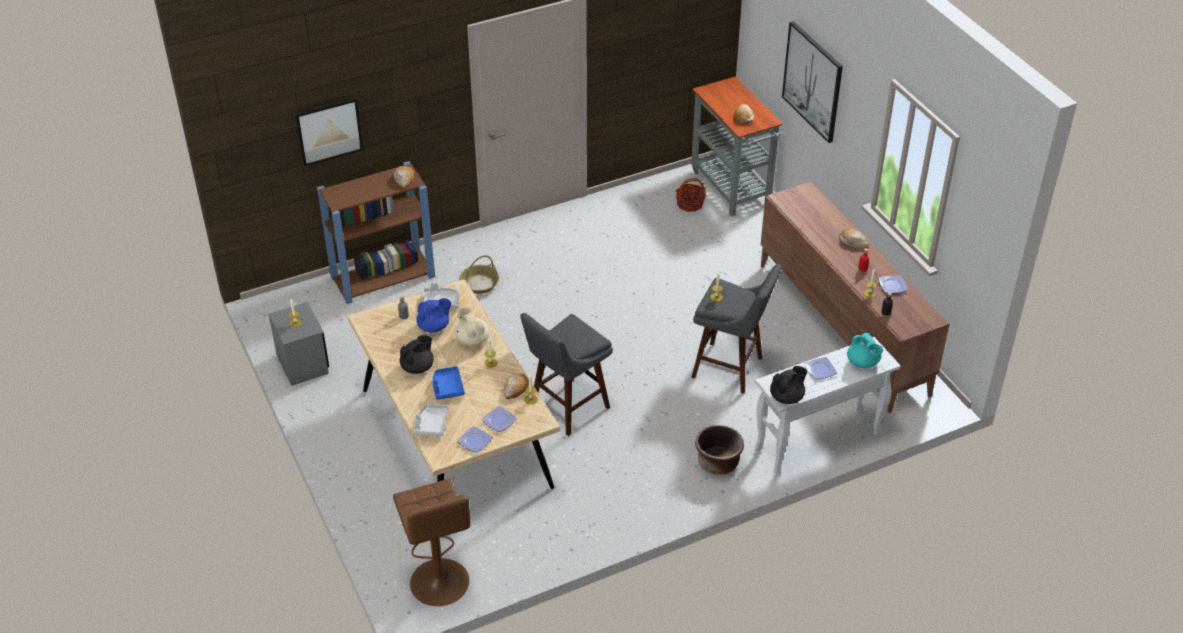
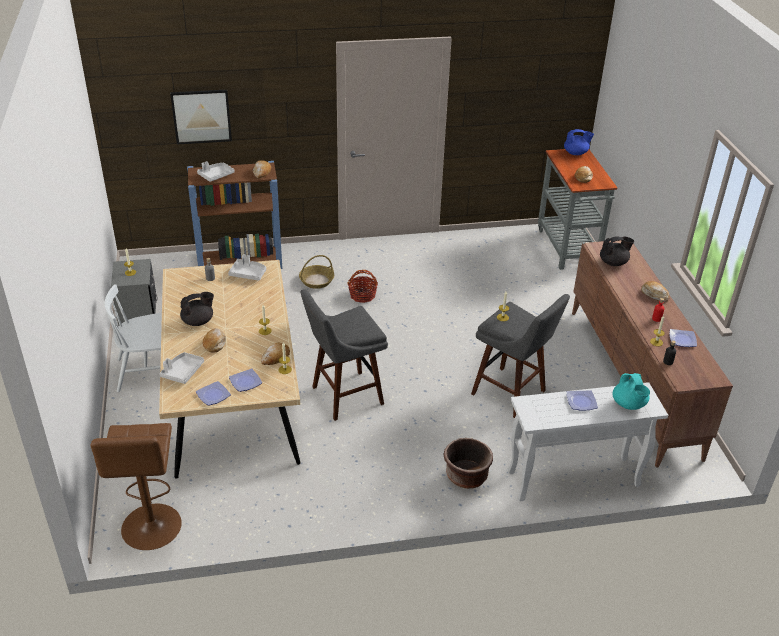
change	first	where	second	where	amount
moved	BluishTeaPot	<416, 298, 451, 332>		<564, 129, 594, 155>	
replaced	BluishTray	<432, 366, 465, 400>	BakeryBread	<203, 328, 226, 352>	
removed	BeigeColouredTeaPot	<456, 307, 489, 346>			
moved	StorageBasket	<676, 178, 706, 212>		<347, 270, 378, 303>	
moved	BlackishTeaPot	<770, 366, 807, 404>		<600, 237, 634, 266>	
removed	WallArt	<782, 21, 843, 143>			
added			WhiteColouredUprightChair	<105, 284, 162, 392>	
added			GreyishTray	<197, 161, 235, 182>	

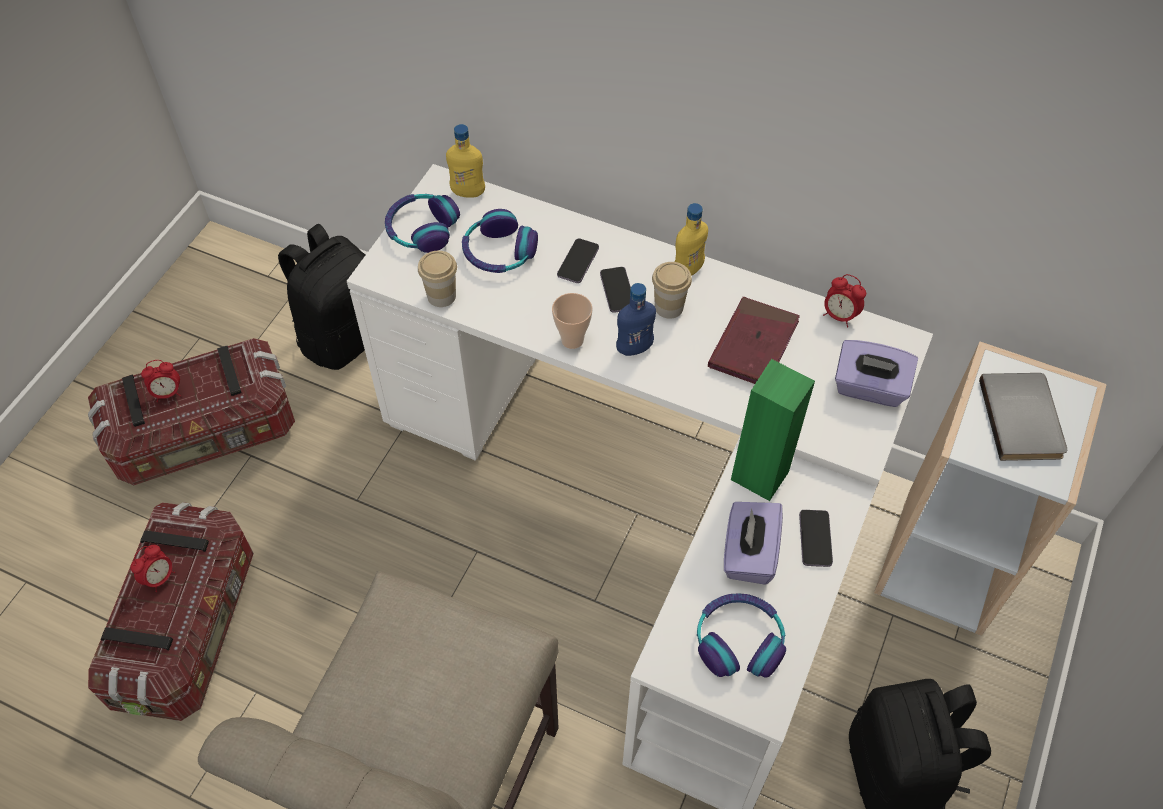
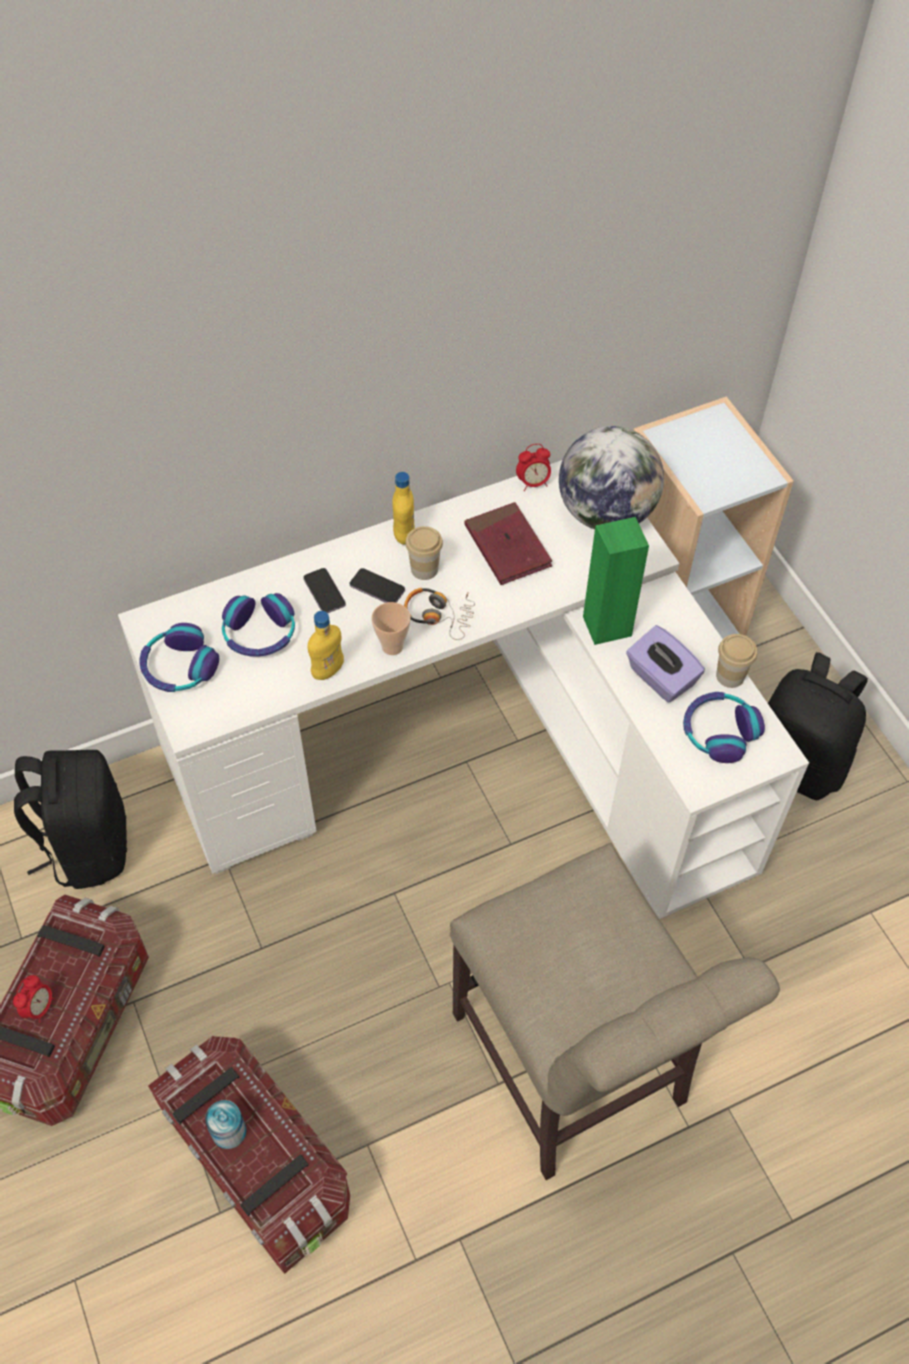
change	first	where	second	where	amount
replaced	AlarmClock	<130, 545, 175, 592>	MetalCan	<205, 1100, 246, 1149>	
moved	DrinkingCup	<418, 251, 457, 307>		<716, 634, 757, 688>	
moved	YellowColouredBeverageBottle	<446, 124, 485, 198>		<308, 611, 344, 680>	
replaced	BluishBeverageBottle	<616, 283, 656, 356>	Headphones	<404, 588, 475, 640>	
removed	Telephone	<799, 510, 833, 567>			
replaced	PurplishTissueHolder	<835, 340, 918, 407>	WorldGlobe	<559, 426, 664, 529>	
removed	GreyishVolume	<979, 373, 1067, 461>			

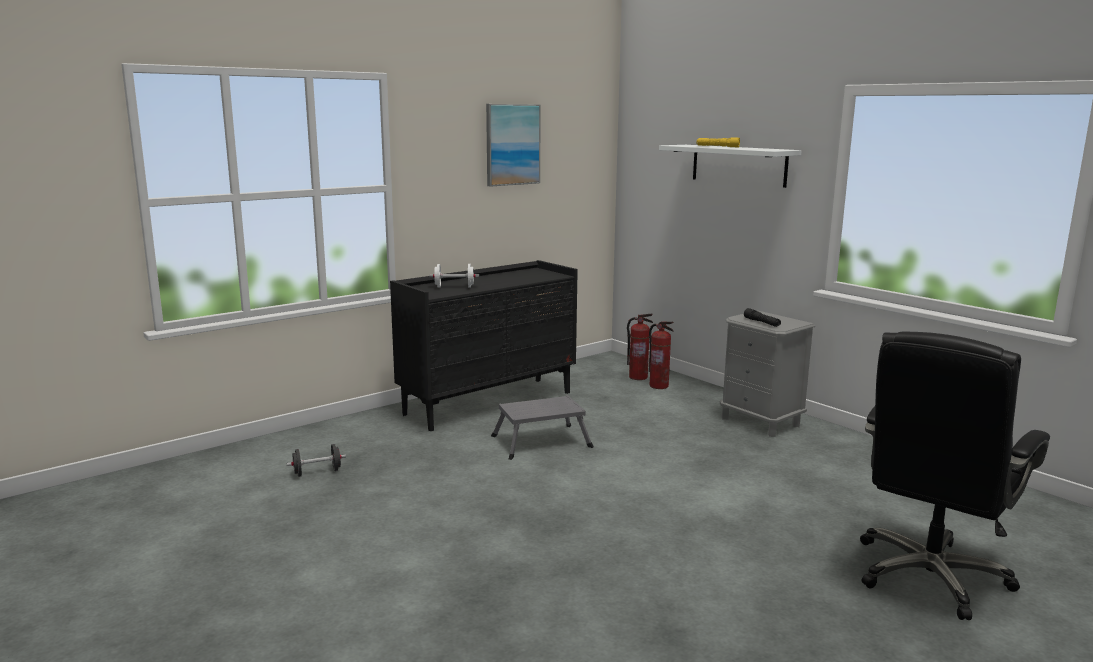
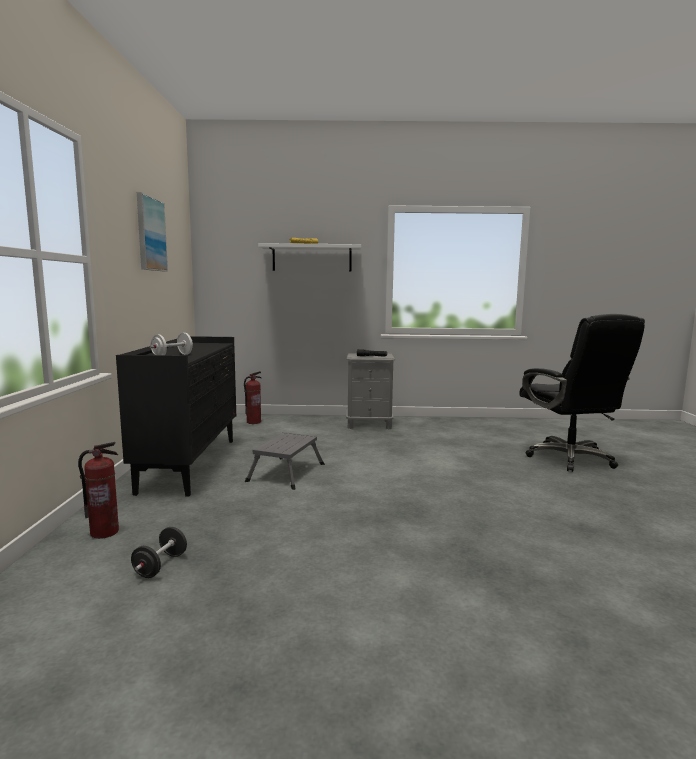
change	first	where	second	where	amount
moved	FireFightingCylinder	<649, 322, 674, 389>		<78, 442, 119, 539>	

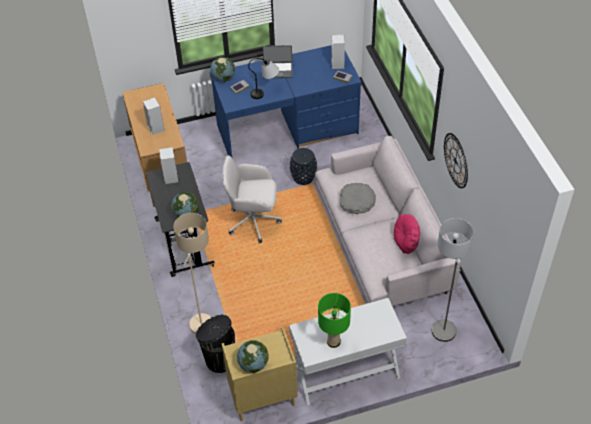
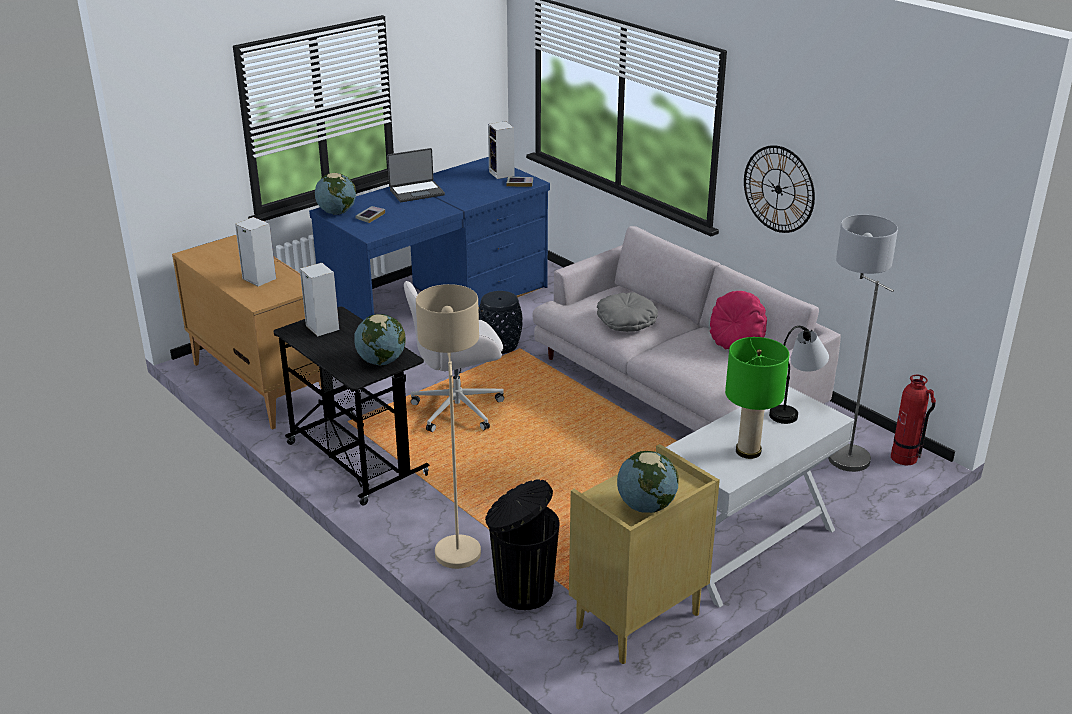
change	first	where	second	where	amount
moved	TabletopLamp	<248, 58, 279, 99>		<769, 326, 829, 424>	
added			FireFightingCylinder	<891, 375, 936, 465>	

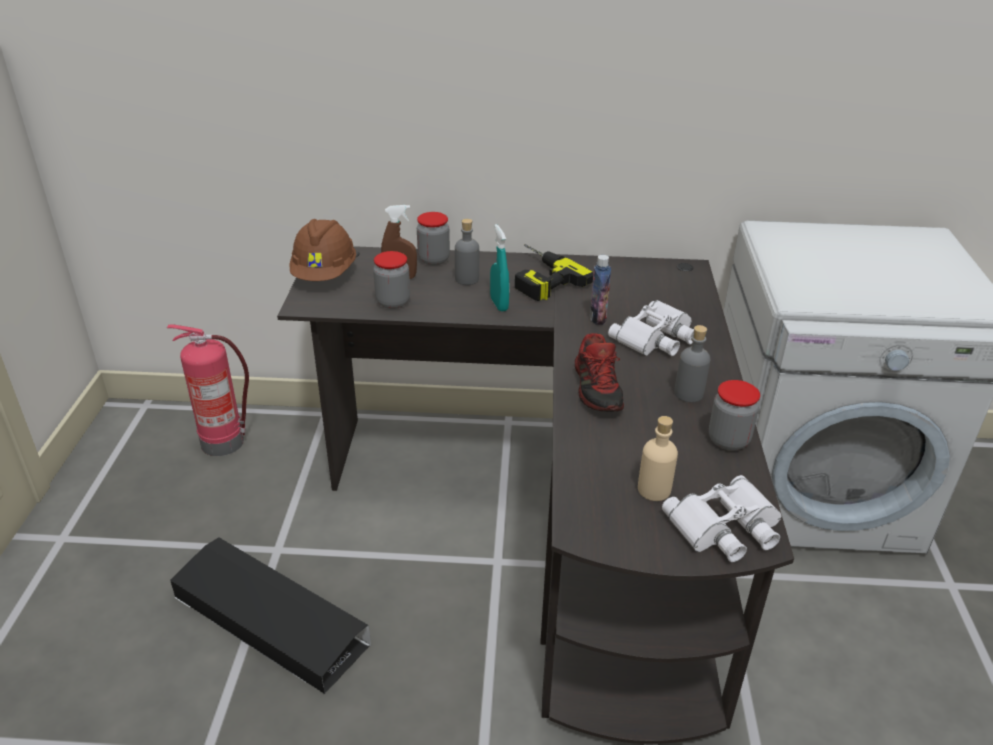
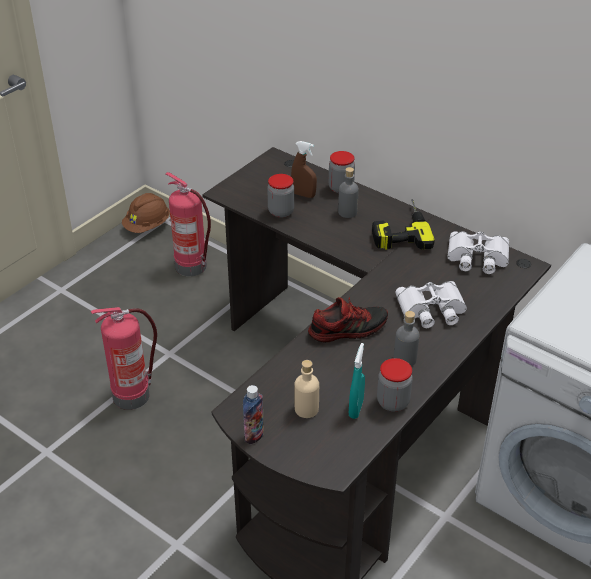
change	first	where	second	where	amount
replaced	BlackishStorageContainer	<170, 537, 371, 694>	FireFightingCylinder	<91, 307, 157, 410>	
moved	BrownWorkHelmet	<289, 219, 356, 281>		<122, 193, 170, 233>	
moved	TurquoiseSprayer	<490, 224, 509, 312>		<349, 343, 365, 419>	
turned	ItemOfFootwear	<575, 333, 624, 412>		<308, 297, 388, 343>	135 degrees counterclockwise
moved	BeverageBottle	<590, 255, 611, 325>		<243, 385, 264, 444>	
moved	WhiteColouredPairOfBinoculars	<662, 475, 781, 562>		<447, 231, 509, 274>	

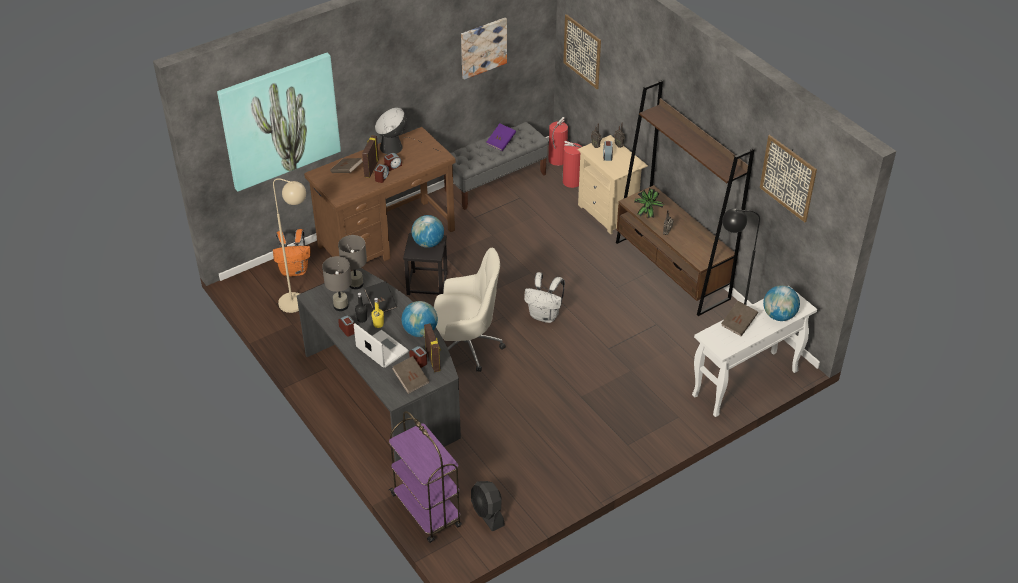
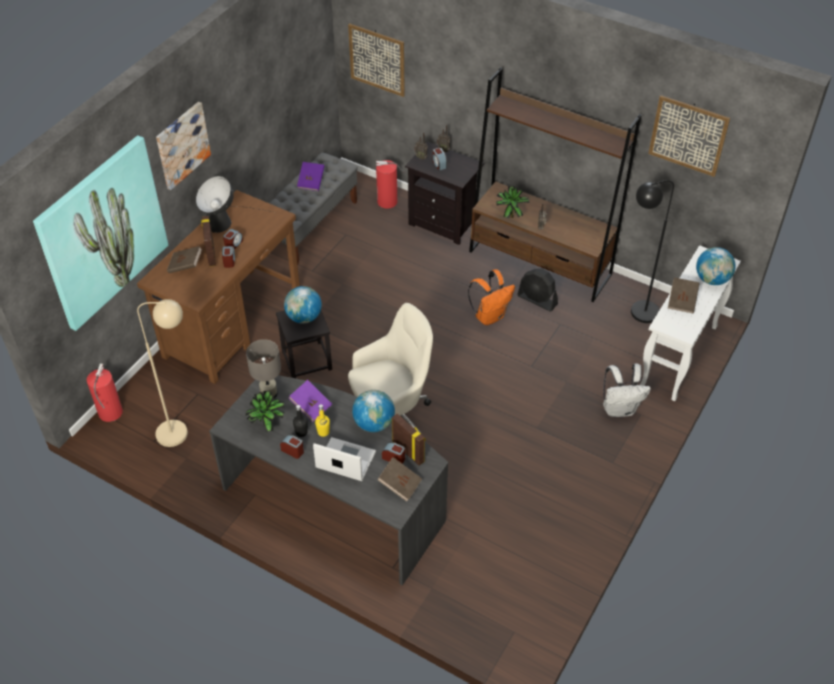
change	first	where	second	where	amount
moved	OrangeBackpack	<273, 229, 311, 277>		<468, 269, 515, 325>	
replaced	GreyishTabletopLamp	<322, 256, 352, 311>	PottedPlant	<246, 391, 285, 432>	
recoloured	BlackishVolume	<364, 281, 397, 312>	PurplishVolume	<289, 380, 332, 422>	
removed	PurplishTrolley	<389, 411, 462, 543>			
moved	WallArt	<461, 18, 507, 80>		<156, 102, 211, 190>	
moved	BlackishCoolingFan	<471, 481, 505, 532>		<517, 268, 558, 312>	
moved	WhiteColouredBackpack	<524, 272, 565, 323>		<603, 363, 651, 417>	
moved	FireFightingCylinder	<549, 117, 568, 166>		<87, 364, 123, 422>	
recoloured	BeigeColouredBedsideTable	<578, 135, 648, 234>	BlackishBedsideTable	<405, 142, 485, 245>	

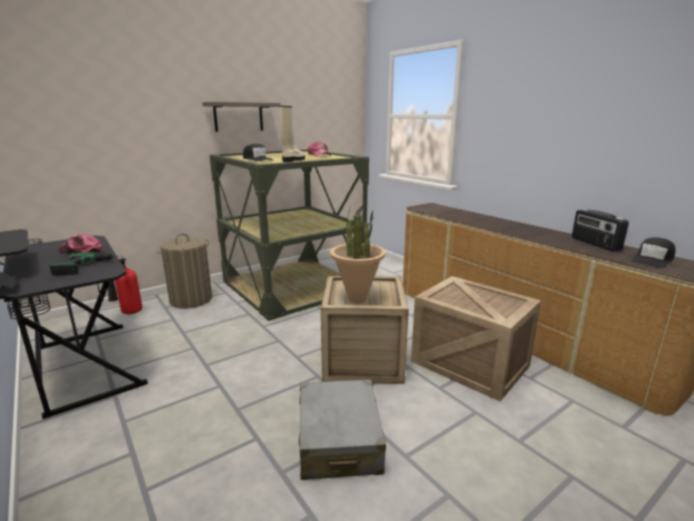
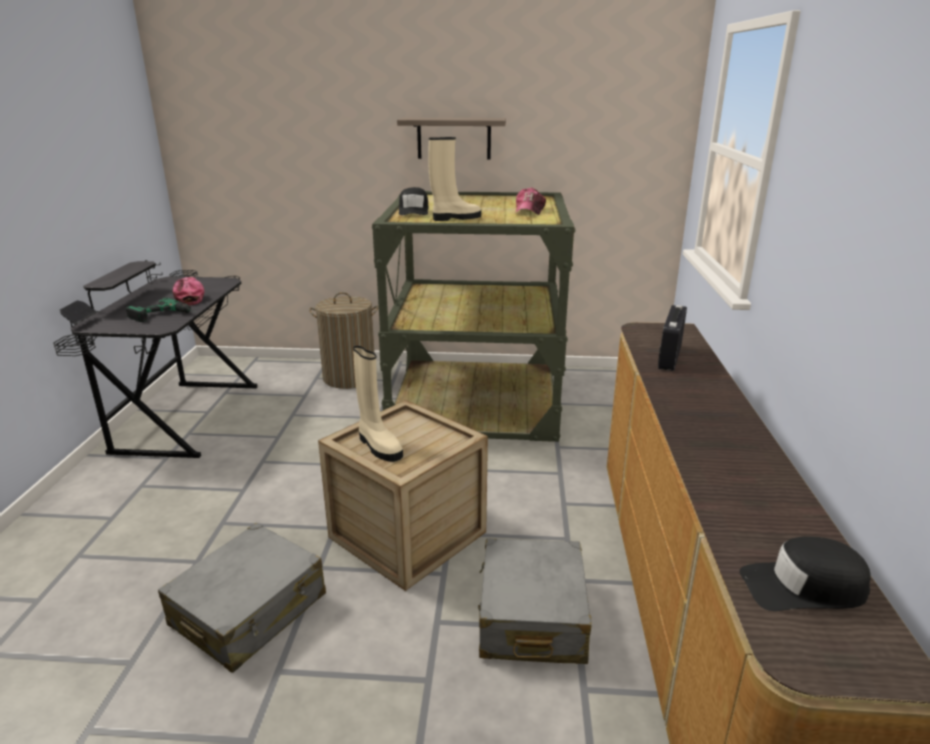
change	first	where	second	where	amount
removed	FireFightingCylinder	<108, 258, 142, 314>			
replaced	PottedPlant	<330, 203, 386, 303>	BeigeColouredBoot	<353, 346, 403, 462>	
replaced	PackingCrate	<411, 276, 541, 401>	GreyishSuitcase	<478, 539, 592, 664>	
moved	Radio	<572, 209, 629, 251>		<658, 305, 687, 371>	

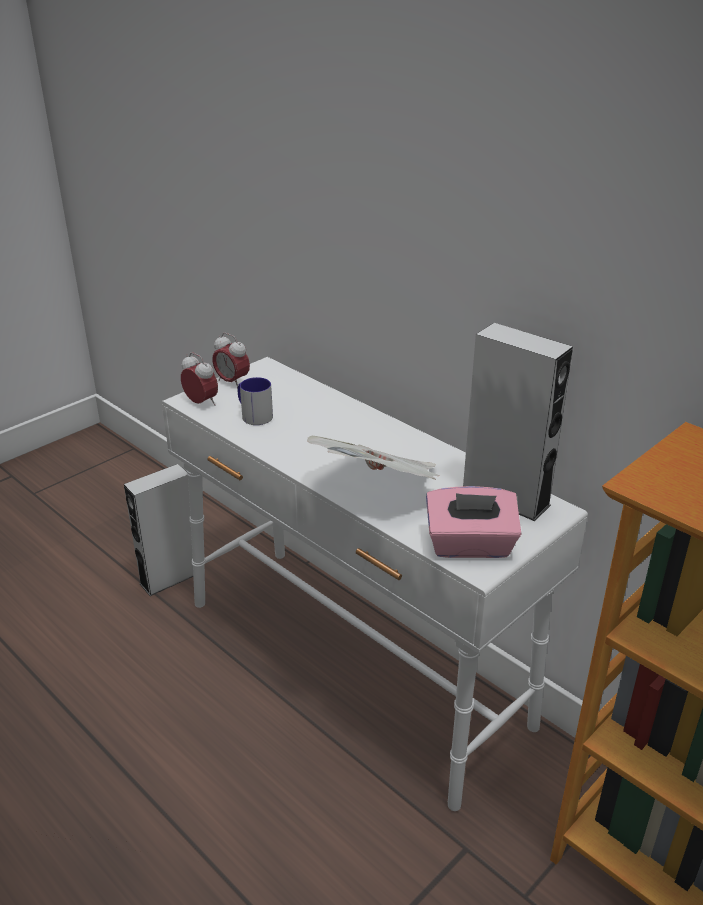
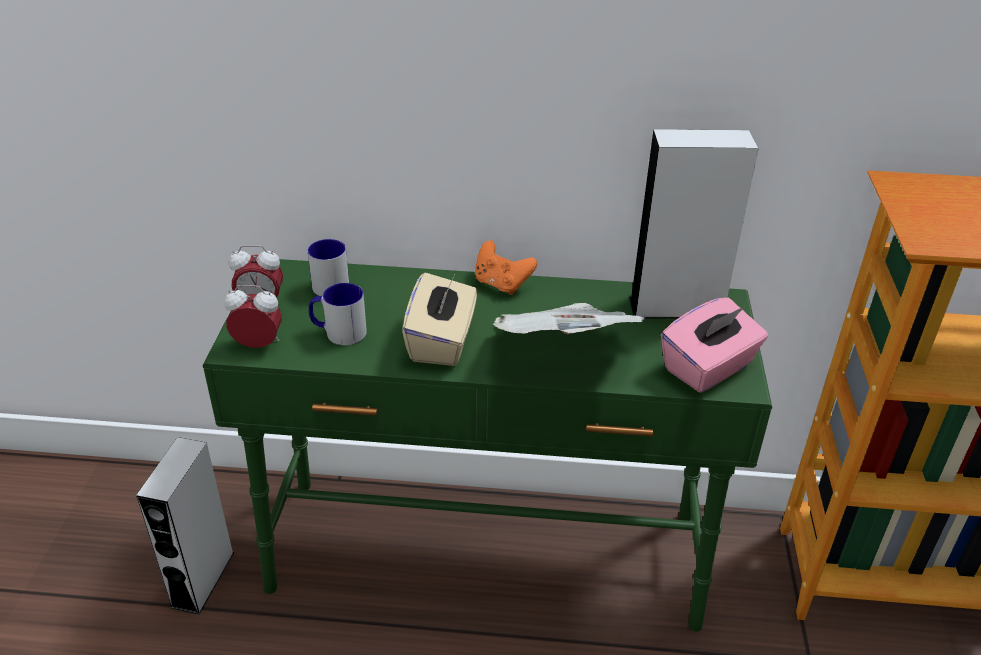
change	first	where	second	where	amount
recoloured	WhiteColouredConsoleTable	<162, 357, 588, 811>	GreenConsoleTable	<203, 259, 772, 632>	
added			CoffeeMug	<308, 239, 349, 296>	
added			BeigeColouredTissueHolder	<402, 273, 477, 366>	
added			OrangeGamepad	<475, 240, 537, 295>	

